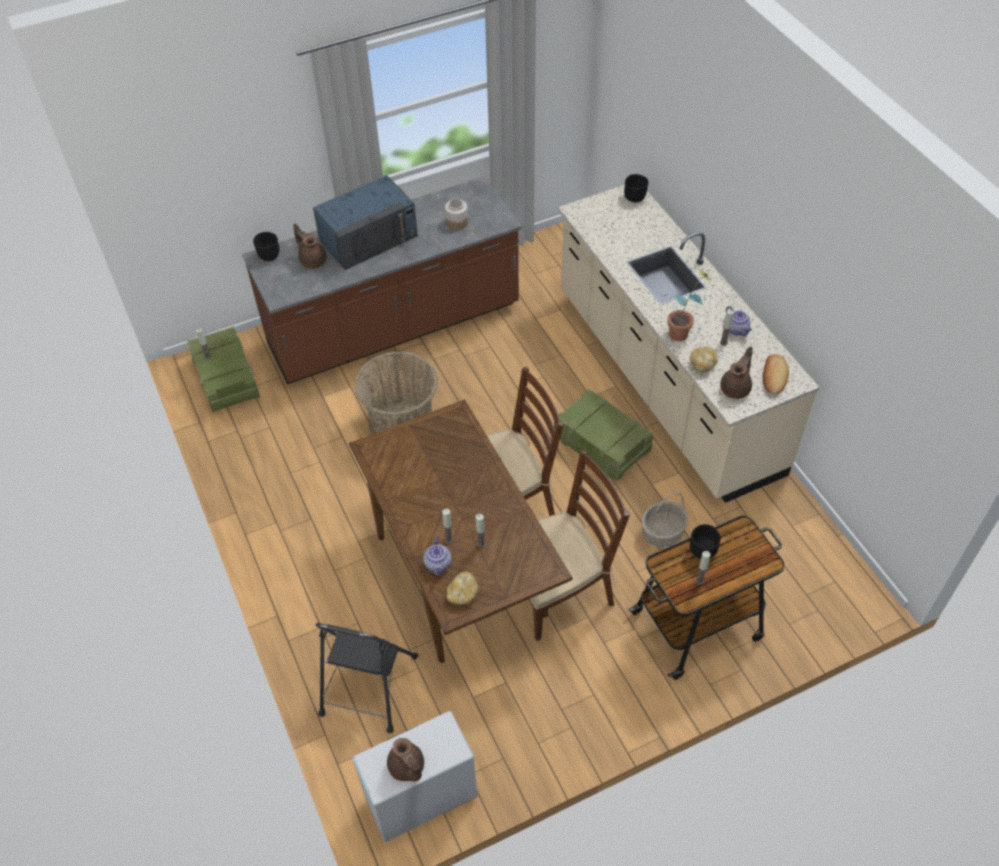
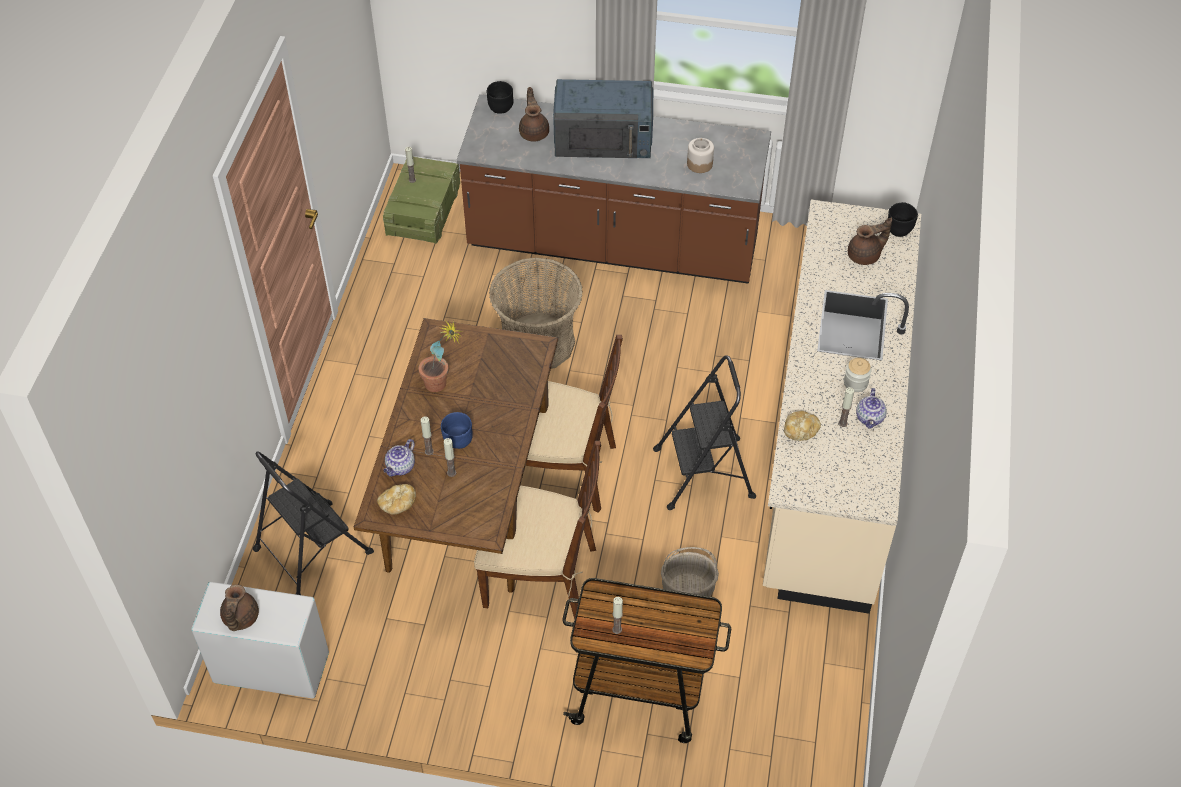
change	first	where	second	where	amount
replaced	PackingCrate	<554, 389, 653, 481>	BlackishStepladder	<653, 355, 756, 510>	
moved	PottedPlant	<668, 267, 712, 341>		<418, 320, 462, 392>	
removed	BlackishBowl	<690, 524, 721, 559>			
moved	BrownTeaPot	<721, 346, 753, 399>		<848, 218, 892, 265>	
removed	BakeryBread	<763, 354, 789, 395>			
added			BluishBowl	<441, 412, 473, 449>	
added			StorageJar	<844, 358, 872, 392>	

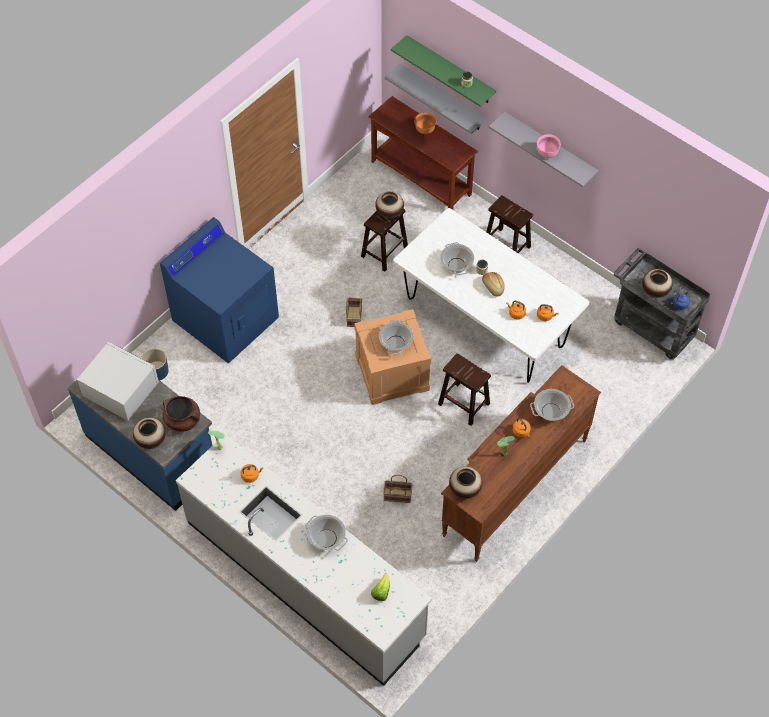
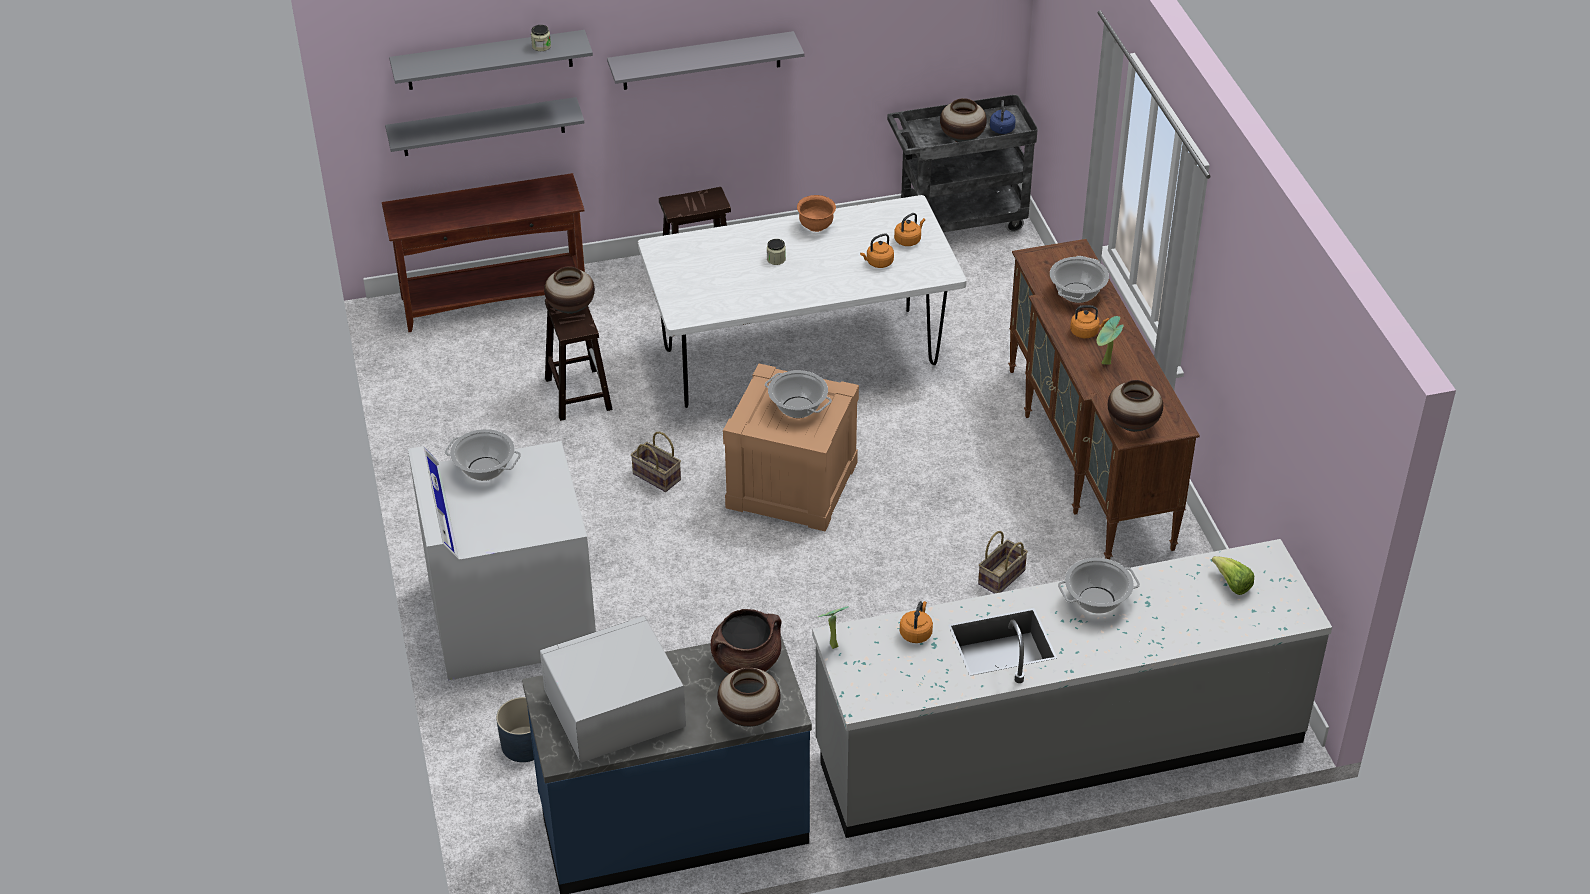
change	first	where	second	where	amount
recoloured	BluishLaundryAppliance	<160, 217, 279, 364>	WhiteColouredLaundryAppliance	<408, 441, 596, 680>	
recoloured	GreenBracketShelf	<391, 35, 496, 107>	GreyishBracketShelf	<389, 30, 593, 90>	
moved	OrangeBowl	<414, 112, 437, 134>		<797, 195, 836, 232>	
removed	BrownStool	<438, 353, 491, 426>			
moved	Saucepot	<440, 242, 474, 275>		<445, 429, 521, 481>	
removed	BakeryBread	<482, 272, 505, 297>			
removed	PinkColouredBowl	<537, 134, 561, 158>			

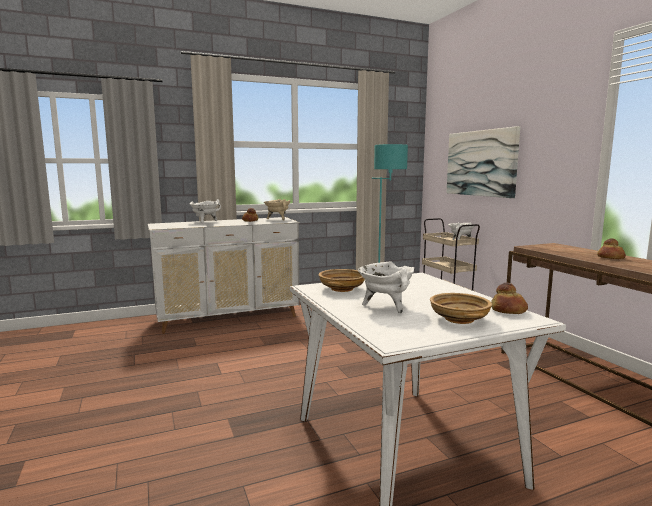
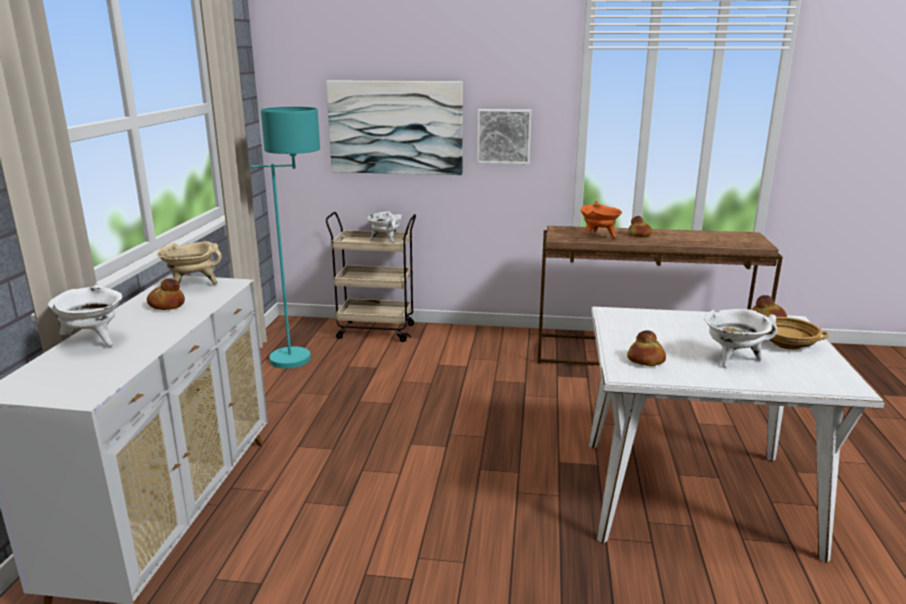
change	first	where	second	where	amount
replaced	BeigeColouredBowl	<319, 269, 365, 292>	BakeryBread	<627, 330, 666, 366>	
added			WallArt	<477, 109, 531, 164>	
added			OrangeSaucepot	<580, 201, 622, 238>	

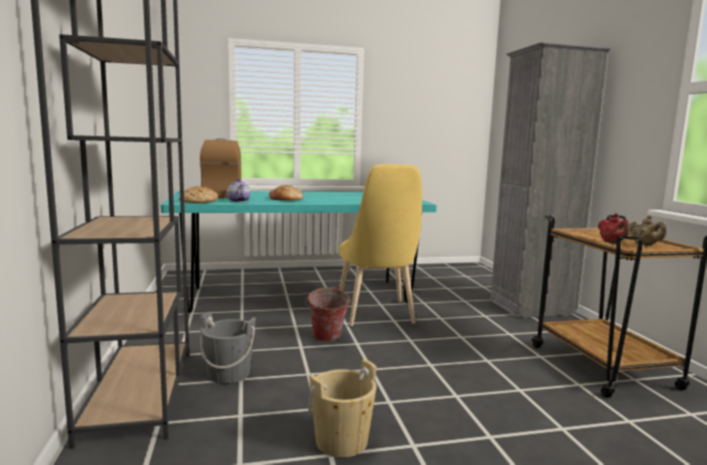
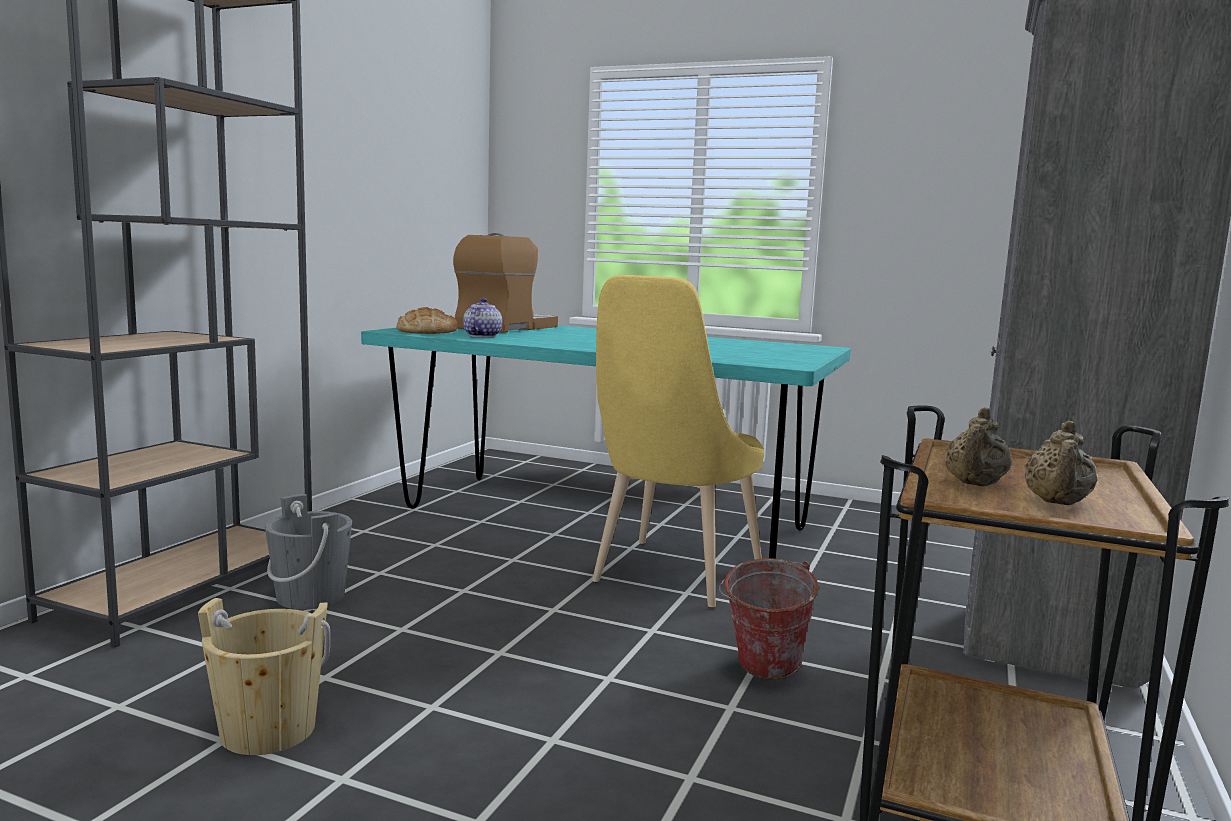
change	first	where	second	where	amount
removed	BakeryBread	<269, 185, 304, 201>			
moved	Bucket	<305, 286, 350, 342>		<719, 559, 819, 679>	
recoloured	ReddishTeaPot	<598, 213, 630, 243>	BeigeColouredTeaPot	<945, 407, 1011, 487>	

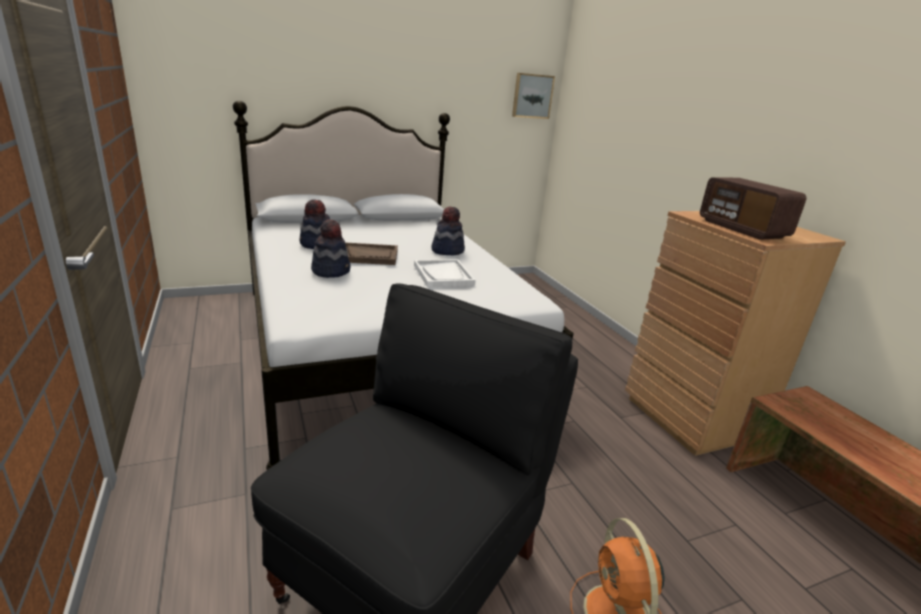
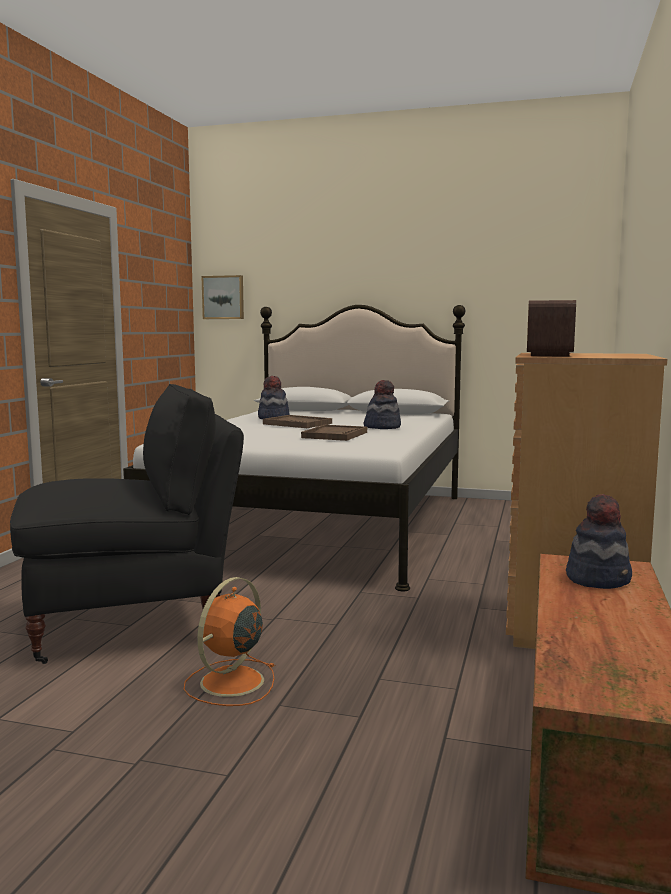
change	first	where	second	where	amount
moved	Hat	<311, 219, 351, 278>		<566, 494, 632, 589>	
recoloured	WhiteColouredTray	<414, 259, 476, 288>	BrownTray	<301, 425, 367, 441>	
moved	WallArt	<512, 73, 555, 119>		<201, 275, 244, 319>	

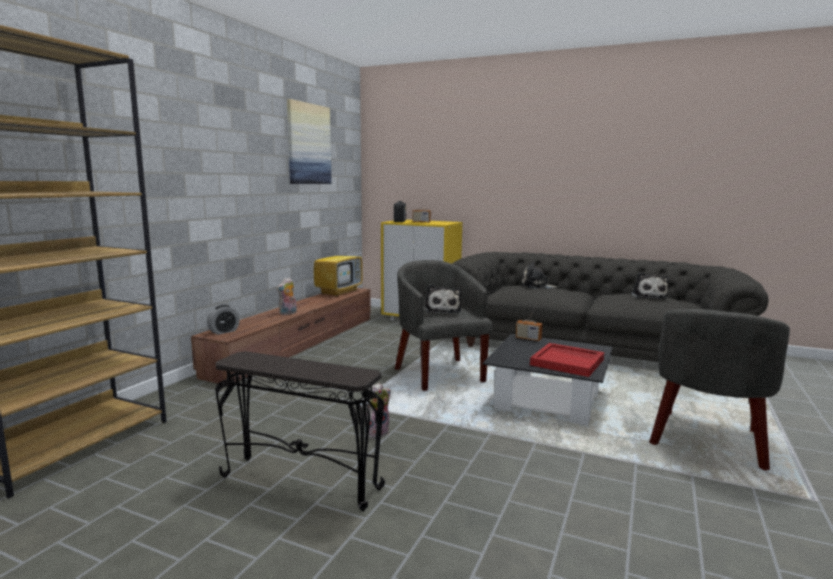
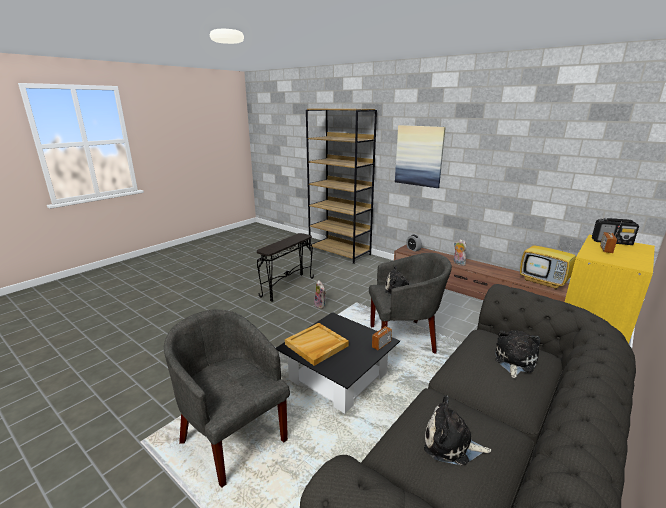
change	first	where	second	where	amount
moved	WallArt	<287, 99, 331, 184>		<395, 125, 446, 188>	
recoloured	ReddishTray	<530, 343, 604, 377>	BeigeColouredTray	<285, 323, 349, 366>	

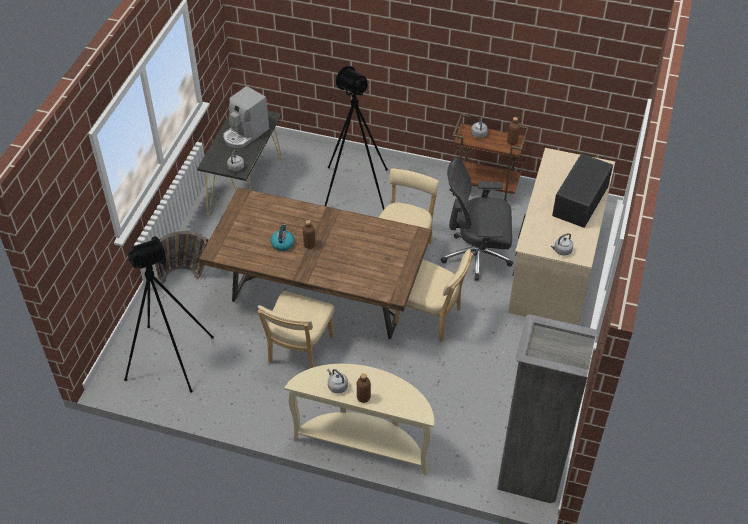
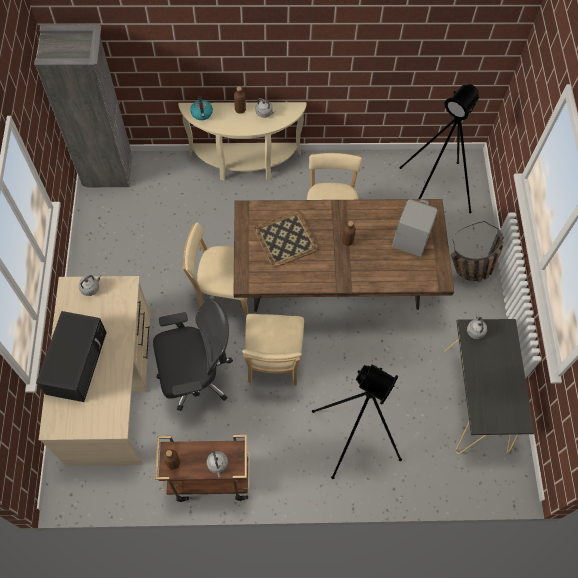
change	first	where	second	where	amount
moved	CoffeeBrewer	<223, 86, 269, 148>		<392, 199, 438, 257>	
moved	TeaKettle	<271, 224, 294, 251>		<190, 96, 213, 120>	
added			Tray	<254, 211, 319, 267>	

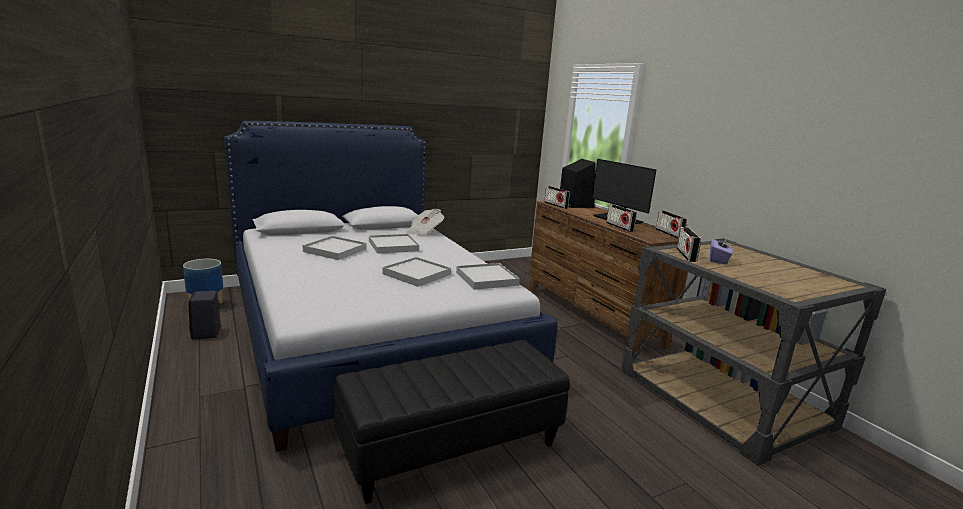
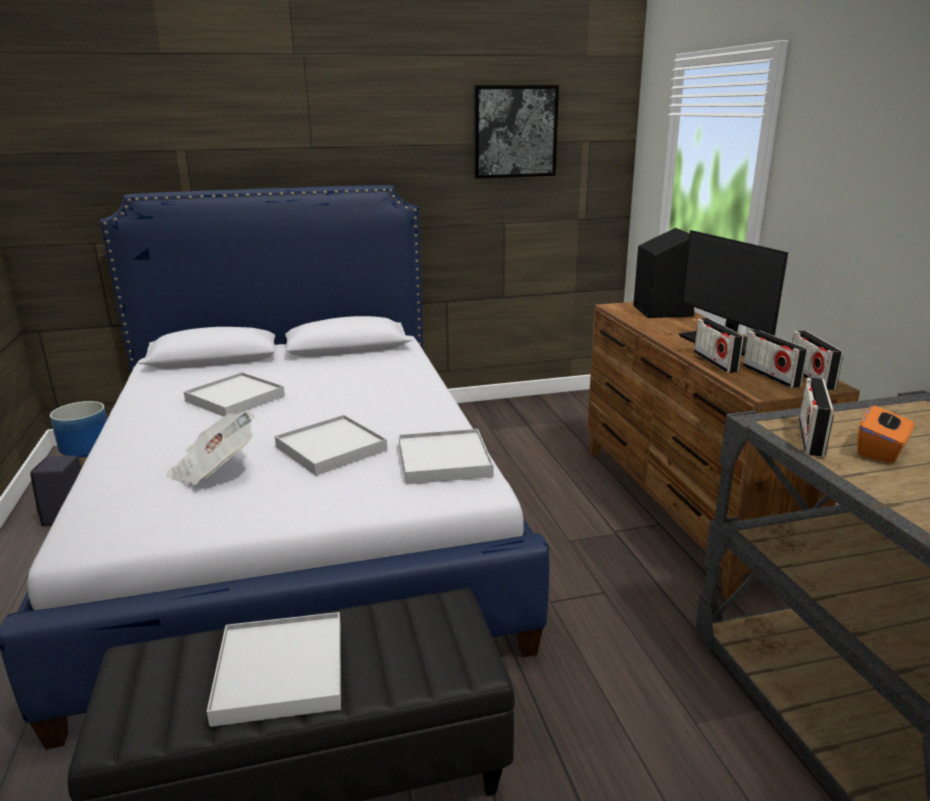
change	first	where	second	where	amount
moved	WhiteColouredTray	<369, 234, 419, 254>		<207, 612, 341, 727>	
moved	PrintedPaper	<406, 209, 444, 235>		<167, 412, 255, 485>	
moved	Radio	<544, 186, 570, 209>		<743, 330, 808, 388>	
recoloured	PurplishTissueHolder	<710, 237, 733, 264>	OrangeTissueHolder	<857, 402, 914, 464>	
added			WallArt	<474, 85, 559, 178>	

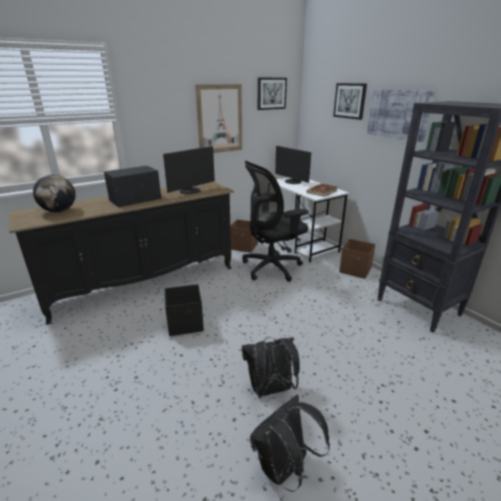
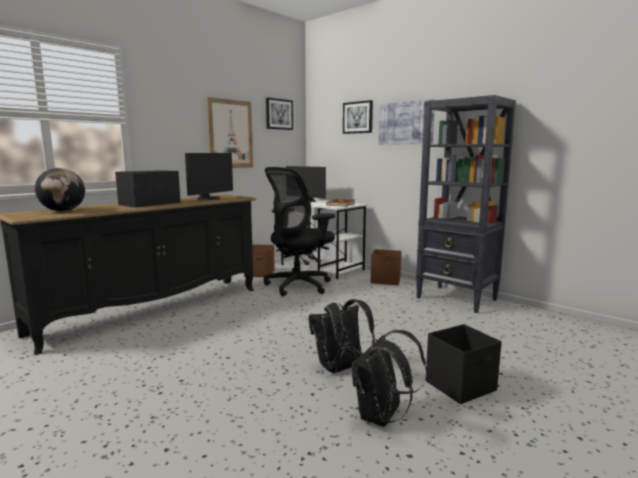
change	first	where	second	where	amount
moved	BlackishStorageContainer	<165, 284, 204, 336>		<426, 324, 502, 404>	

